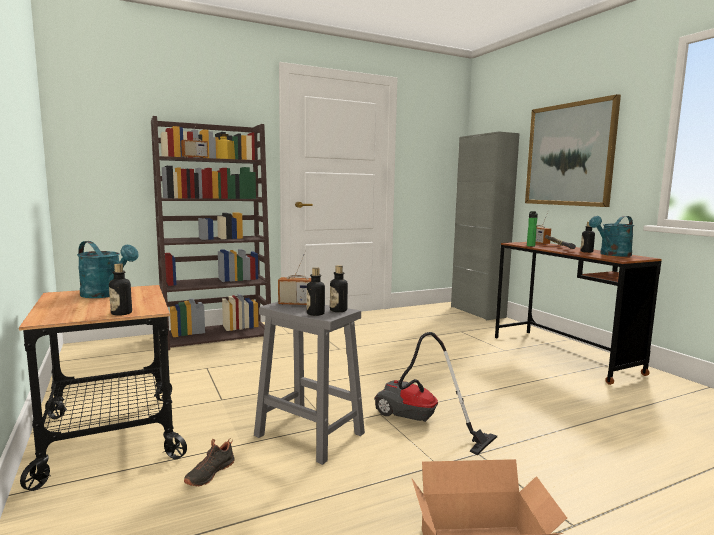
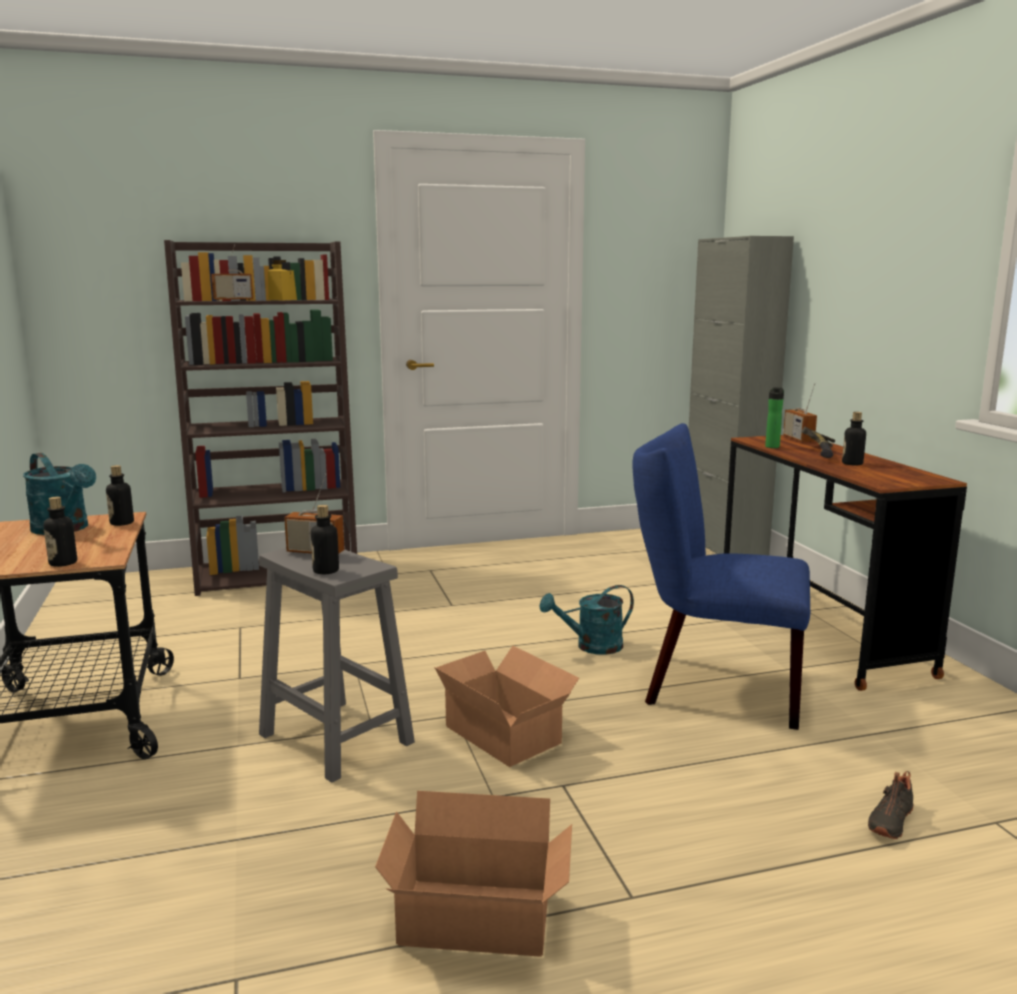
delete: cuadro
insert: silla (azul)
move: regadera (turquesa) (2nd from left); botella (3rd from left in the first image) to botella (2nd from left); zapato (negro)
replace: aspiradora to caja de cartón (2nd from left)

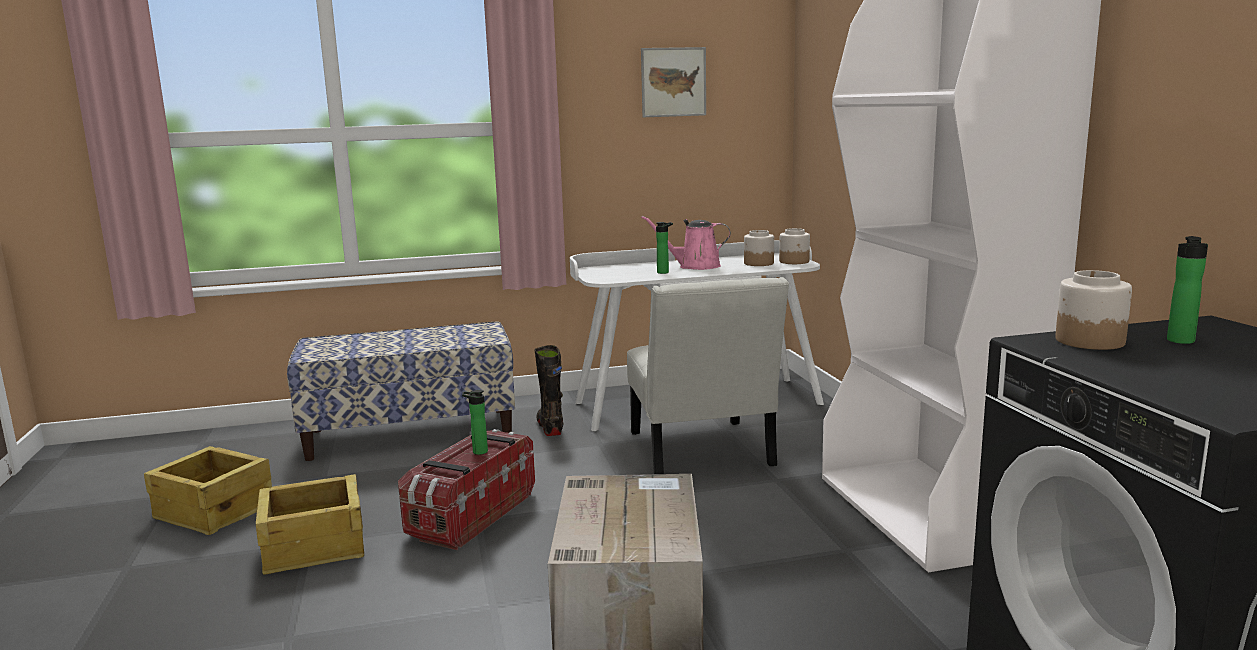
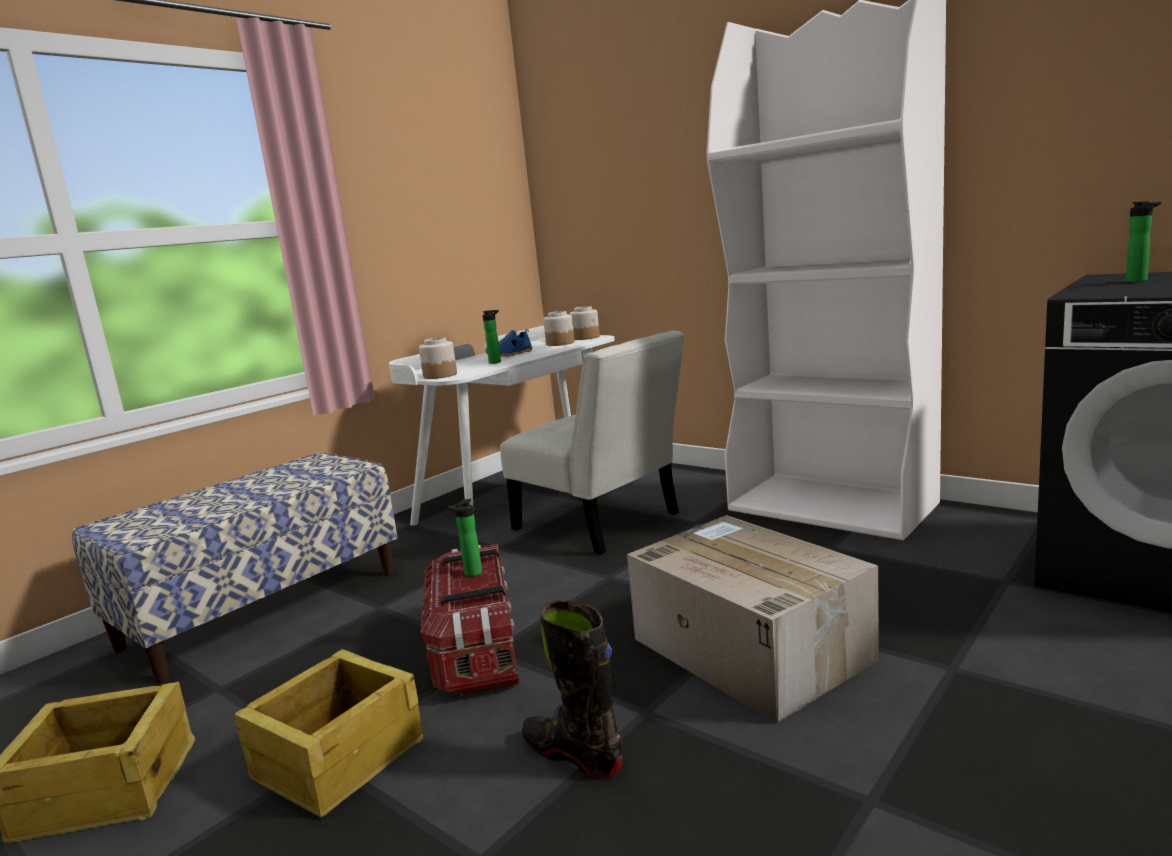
delete: cuadro
move: tarro (3rd from left in the first image) to tarro (1st from left); bota (negro)
replace: regadera (rosa) to zapato (azul)

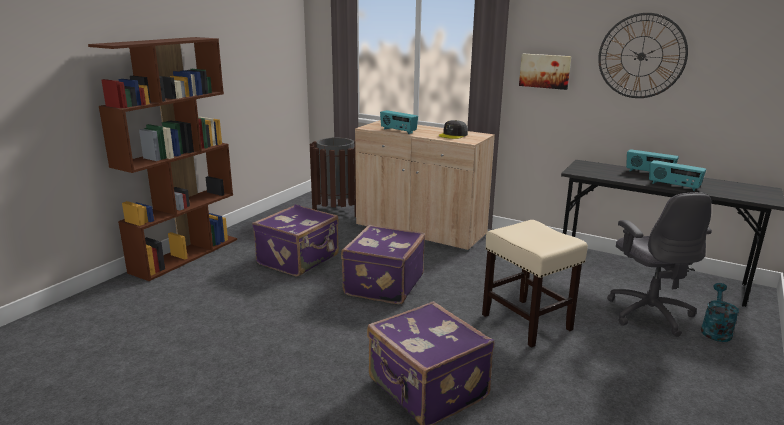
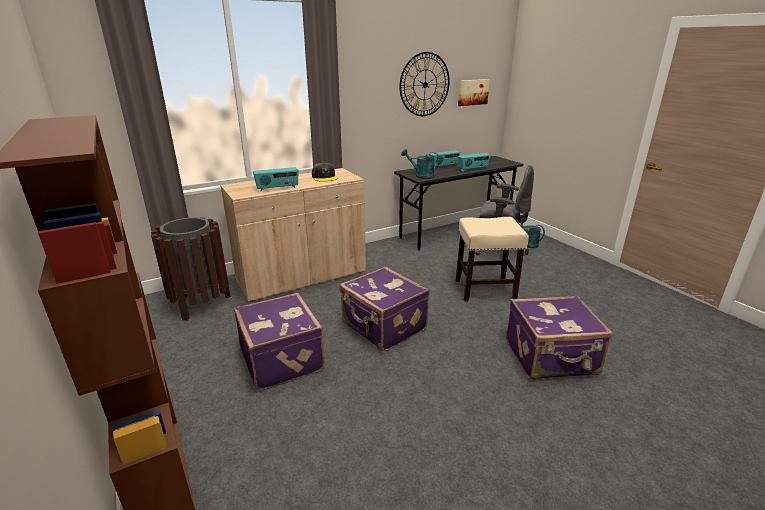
insert: regadera (turquesa) (1st from left)
move: cuadro

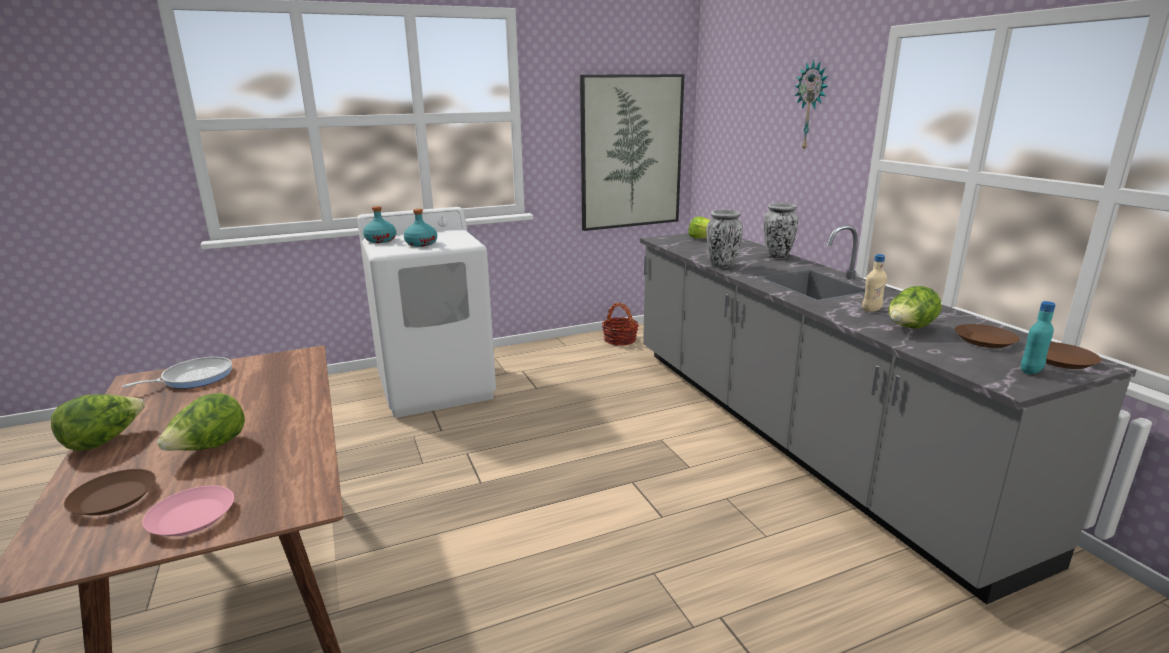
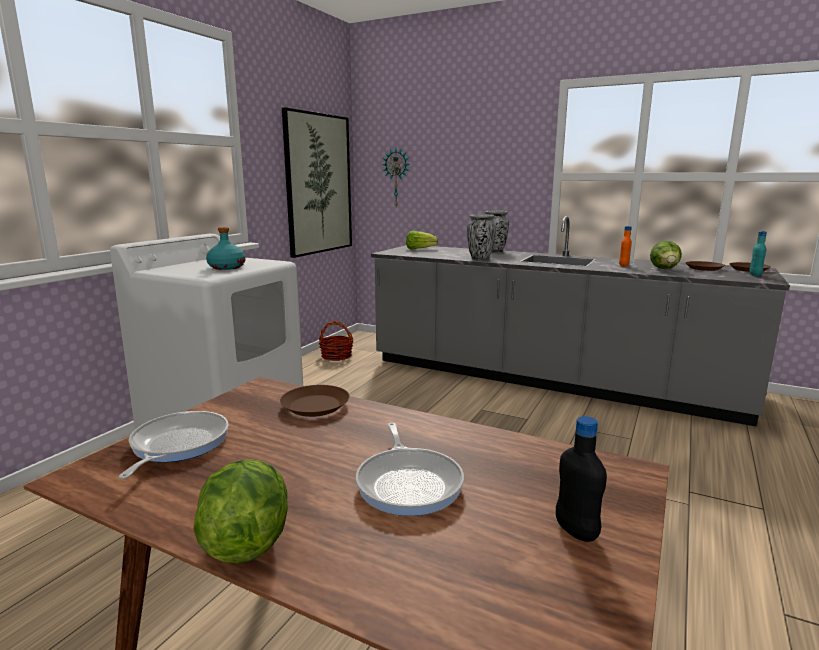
delete: botella (turquesa) (1st from left)
move: reloj de pared; plato (marrón) (1st from left)
replace: lechuga (2nd from left) to sartén (2nd from left); plato (rosa) to botella (negro)
recolor: botella (beis) to botella (naranja)

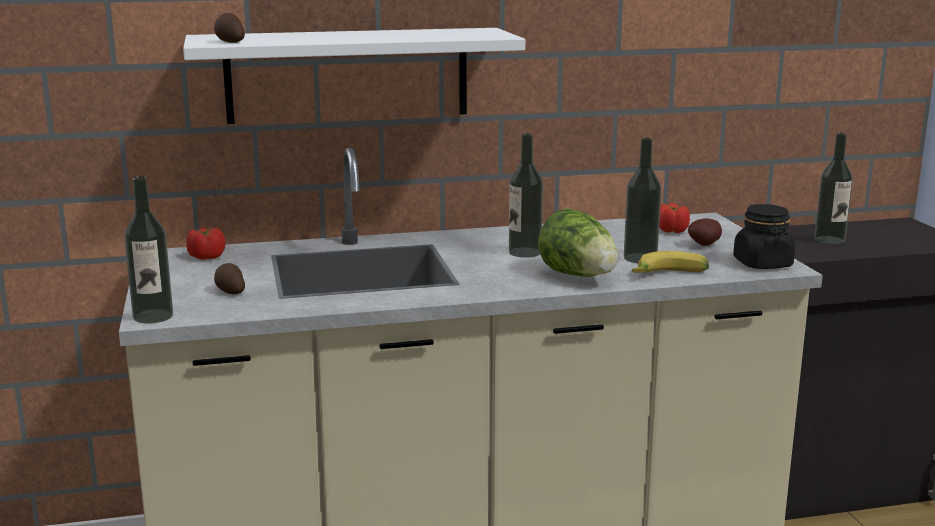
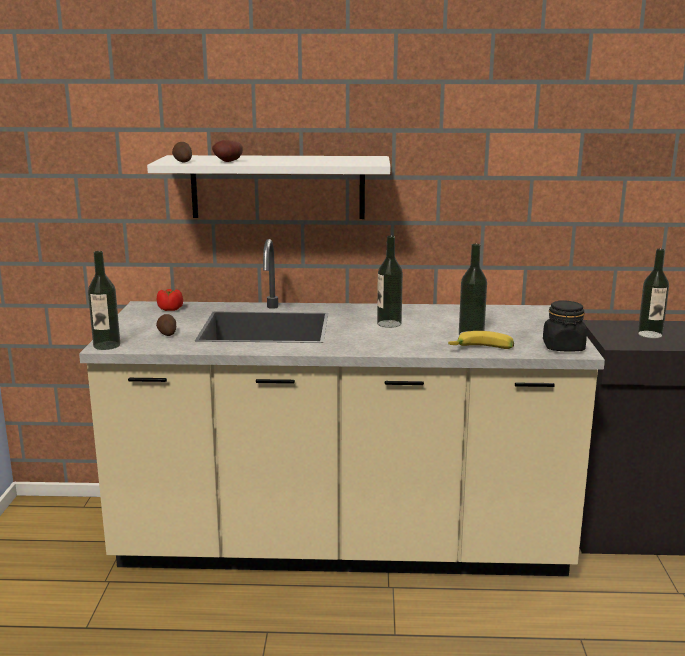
delete: tomate (2nd from left); lechuga
move: patata (3rd from left)

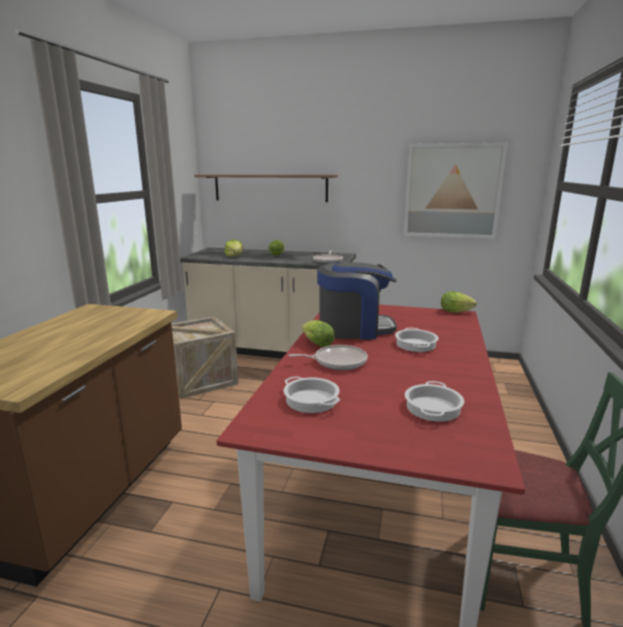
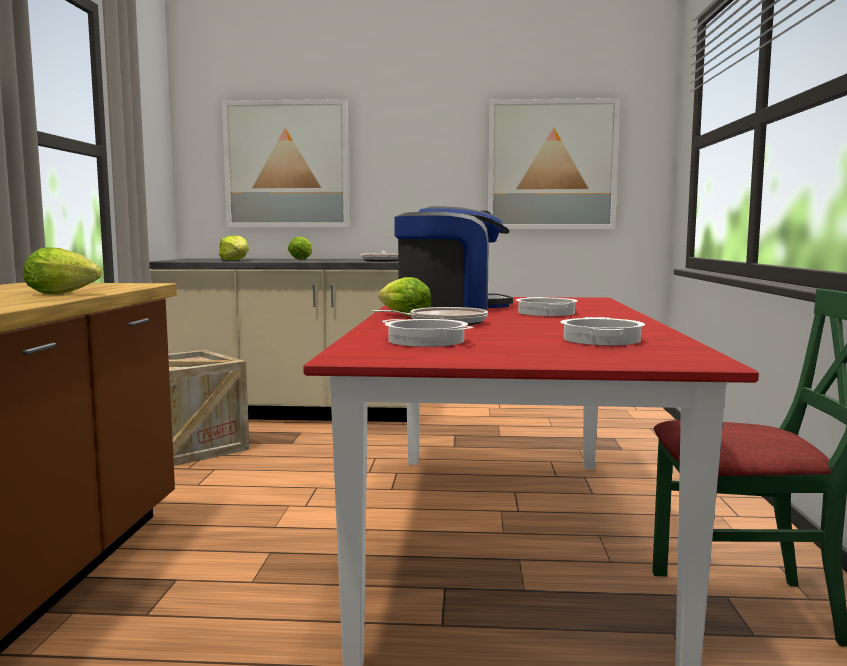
move: lechuga (4th from left in the first image) to lechuga (1st from left)
replace: estante to cuadro (1st from left)

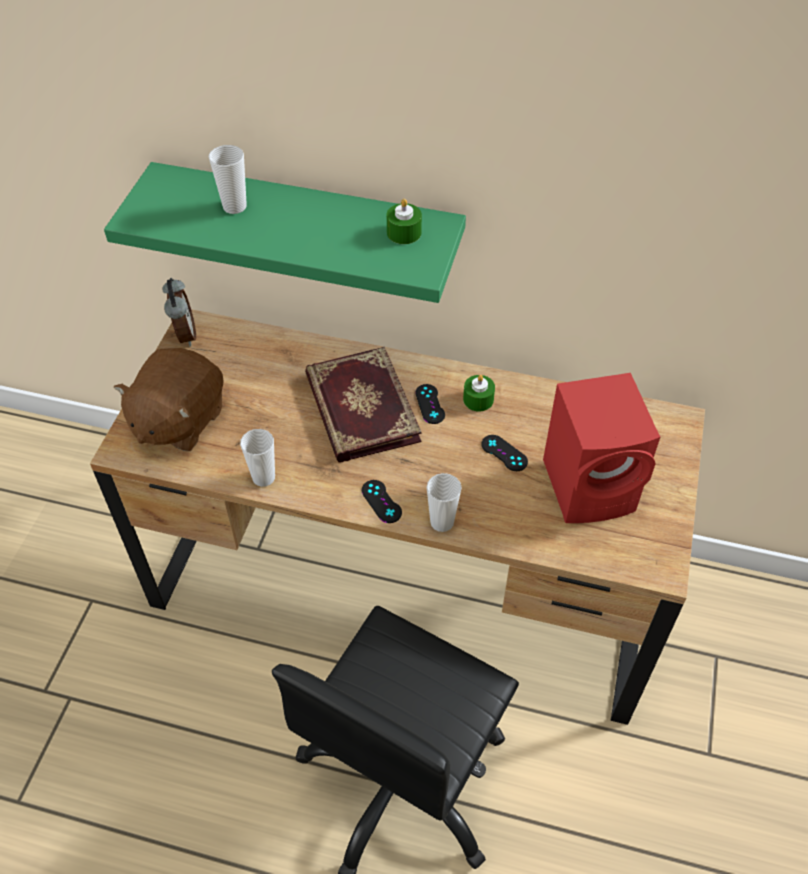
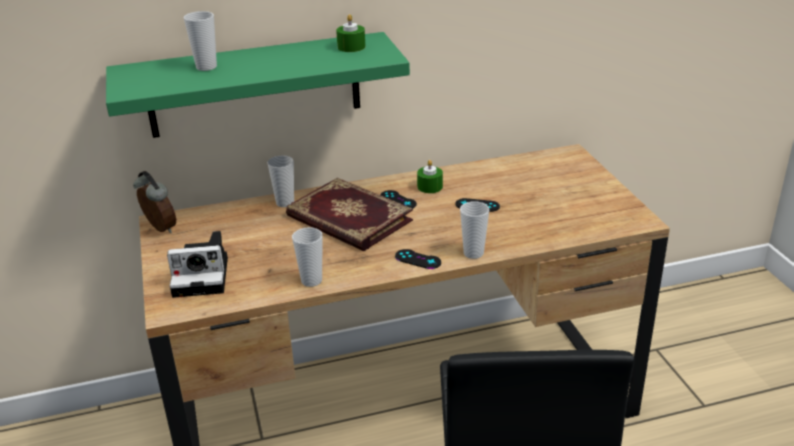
delete: altavoz (rojo)
insert: taza (2nd from left)
replace: peluche (marrón) to cámara

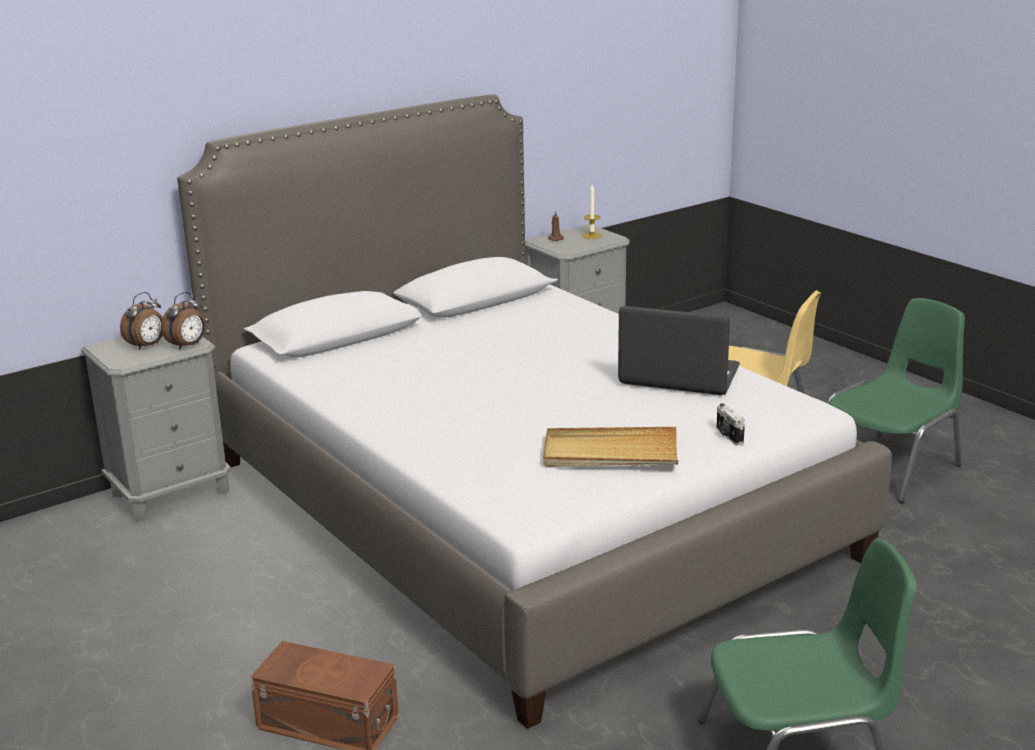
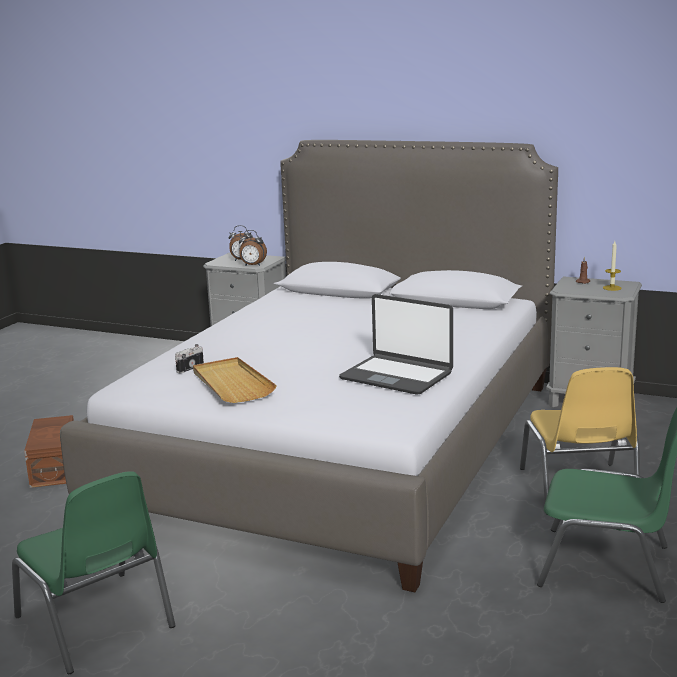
move: cámara
rotate: portátil 135 degrees clockwise

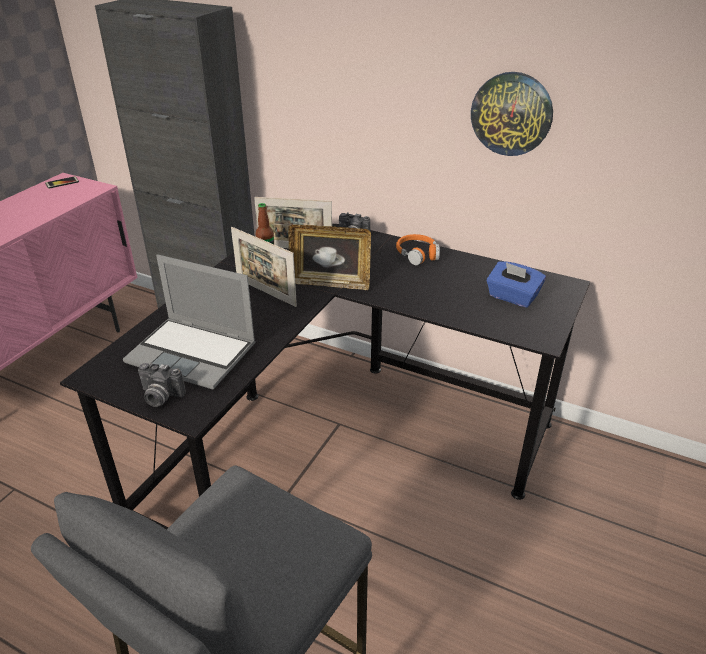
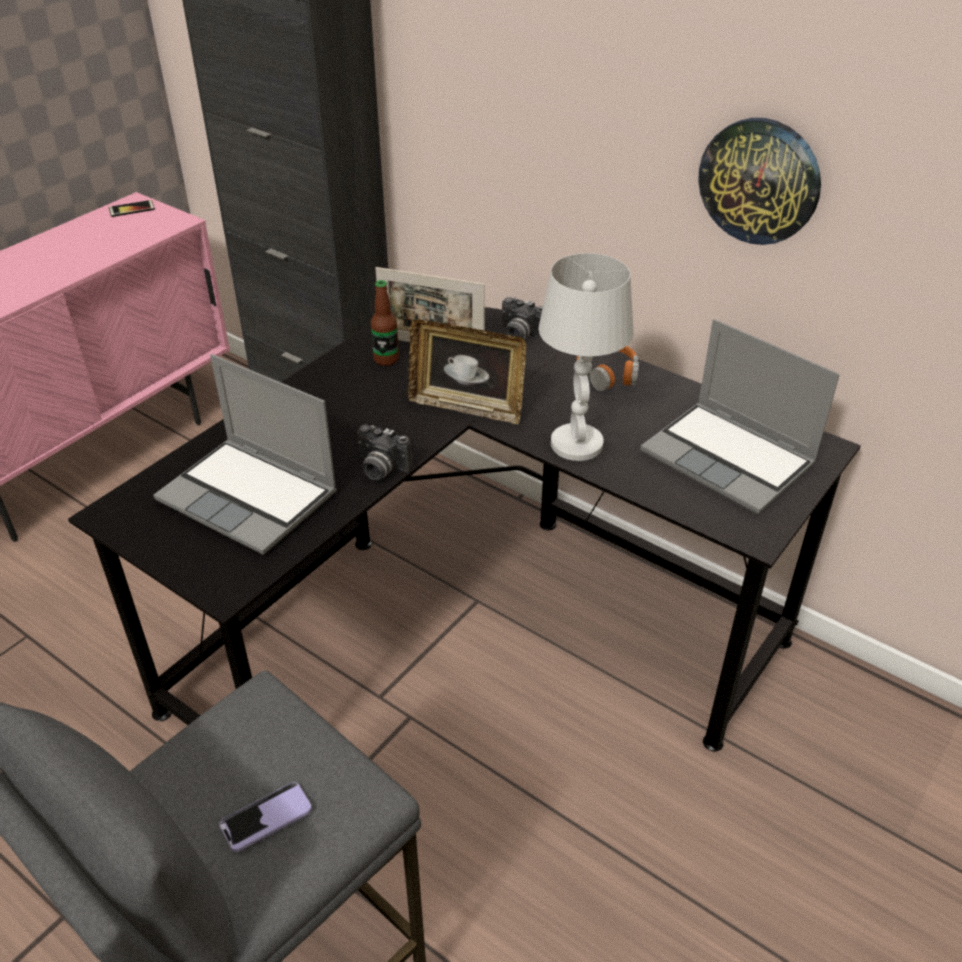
delete: portarretratos (1st from left)
insert: lámpara de mesa (blanco); móvil (2nd from left)
move: cámara (1st from left)
replace: caja de pañuelos (azul) to portátil (2nd from left)

